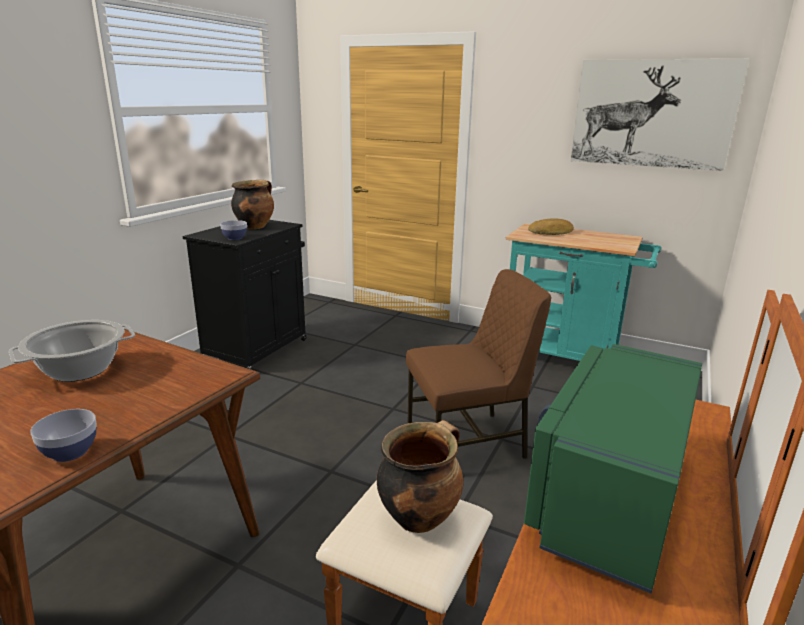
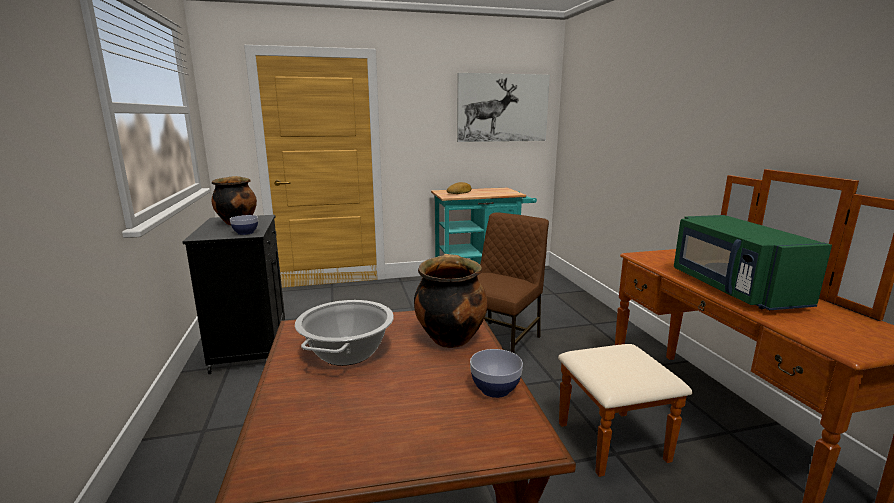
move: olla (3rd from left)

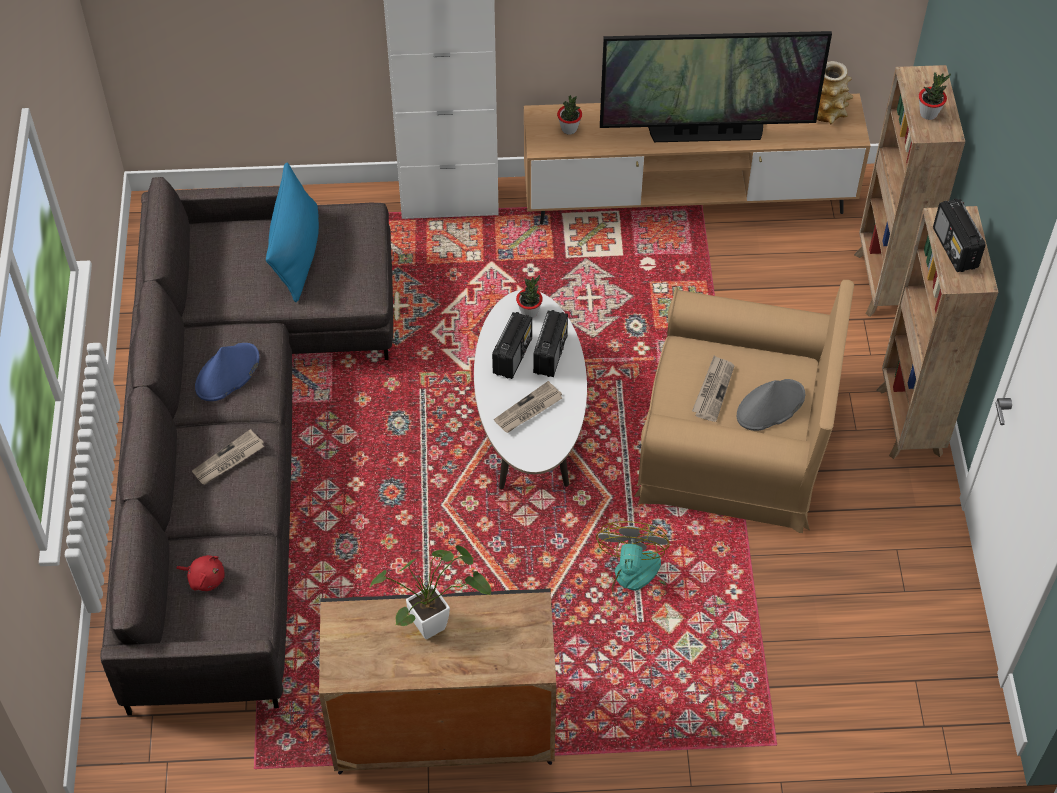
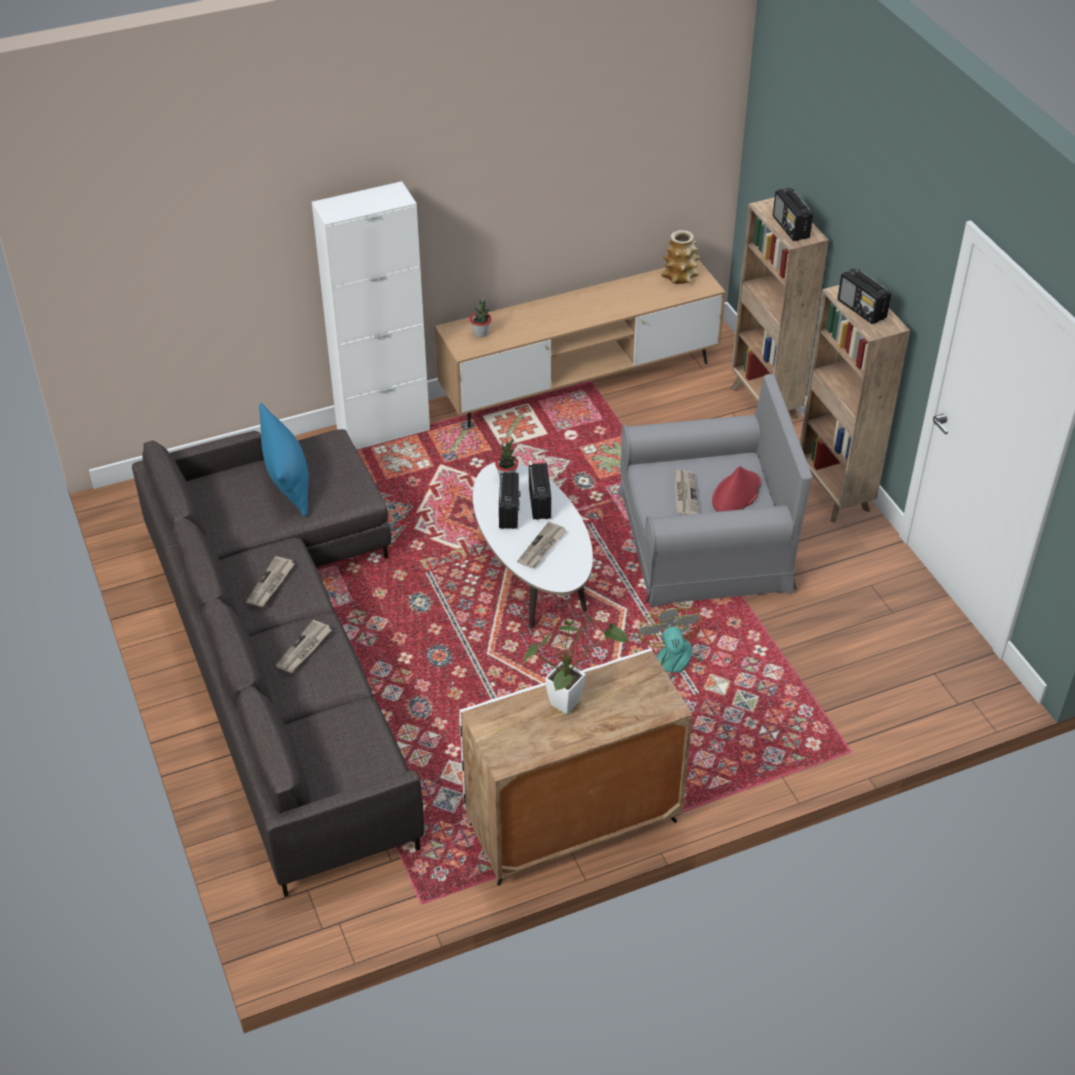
delete: televisor; peluche (rojo)
replace: planta en maceta (4th from left) to radio (3rd from left); sombrero (azul) to periódico (1st from left)
recolor: sillón (marrón) to sillón (gris); sombrero (gris) to sombrero (rojo); armario (negro) to armario (blanco) (2nd from left)

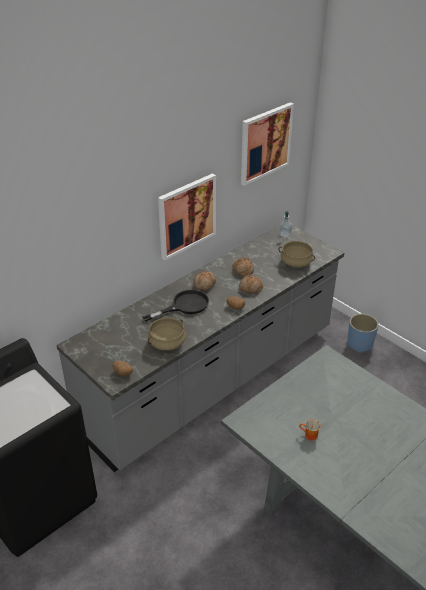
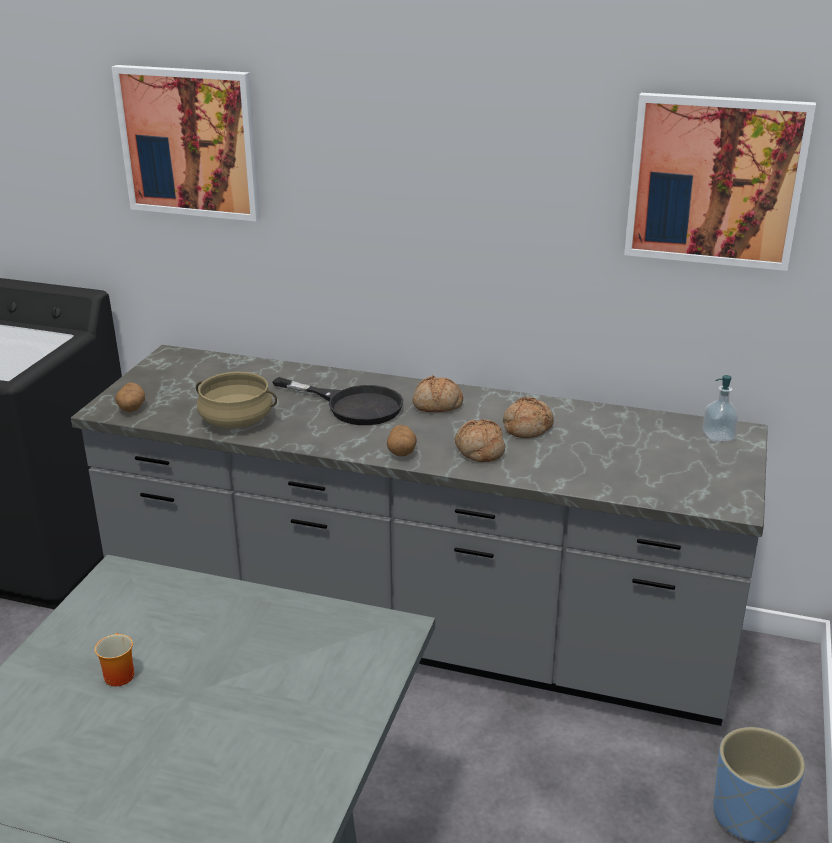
delete: olla (beis) (2nd from left)
move: cuadro (1st from left)

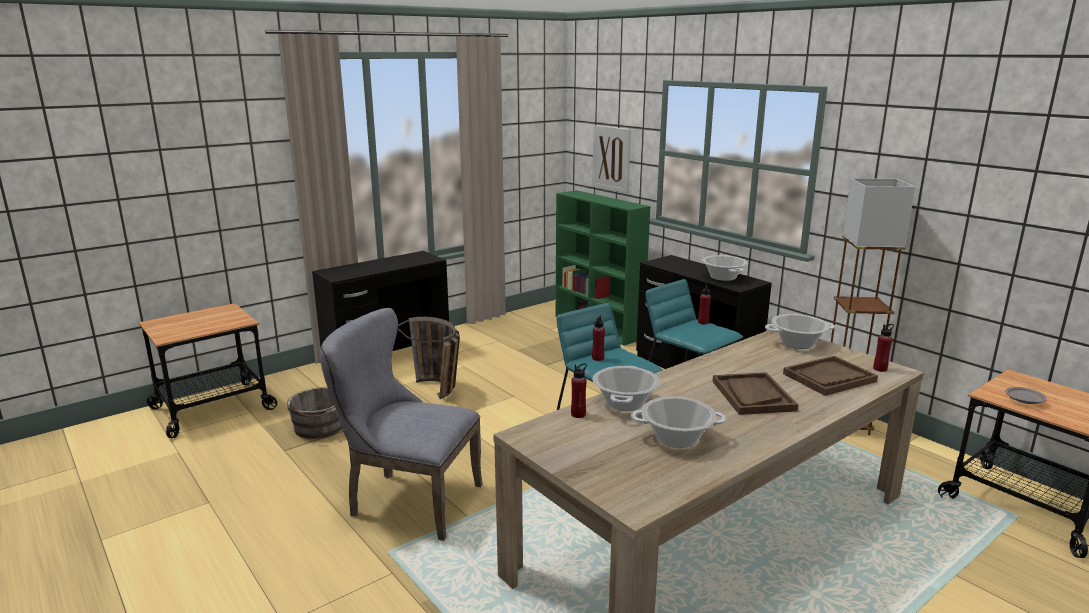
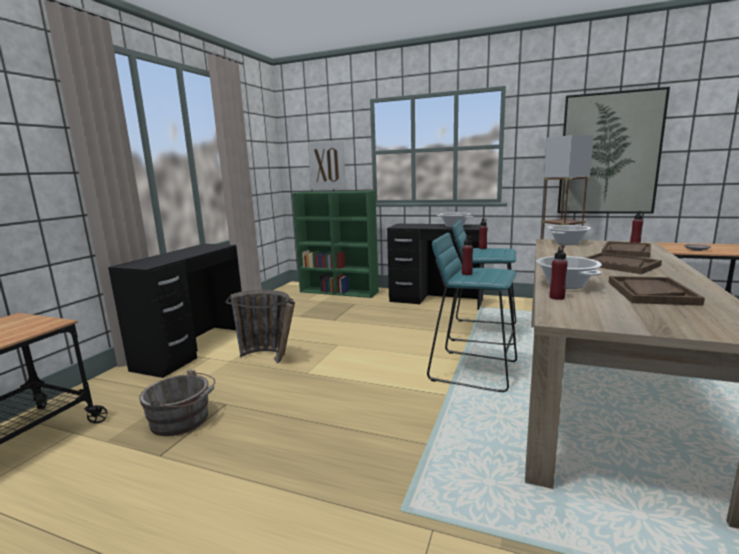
delete: silla (gris)
insert: cuadro (2nd from left)
replace: olla (2nd from left) to bandeja (marrón) (3rd from left)

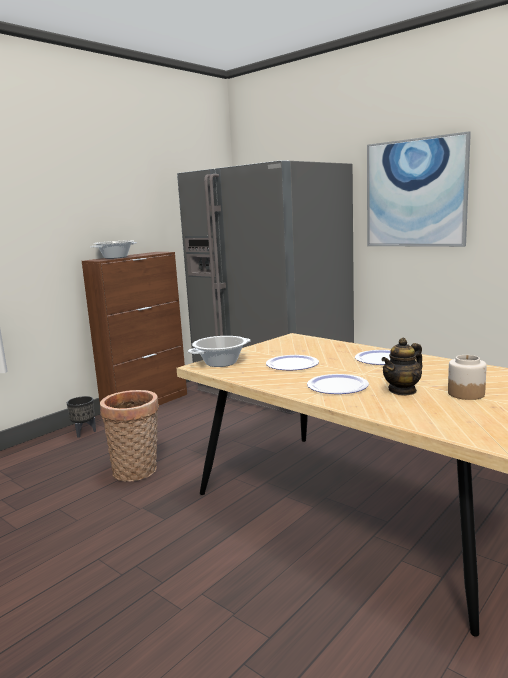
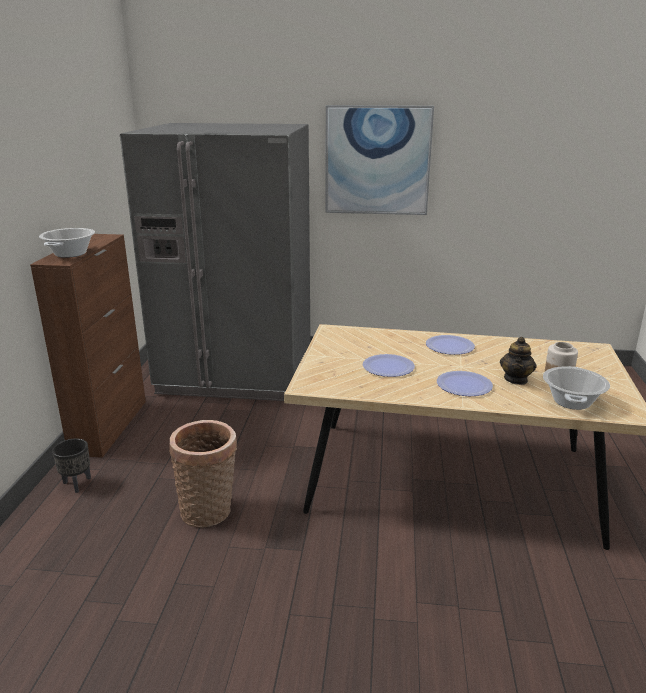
move: olla (2nd from left)

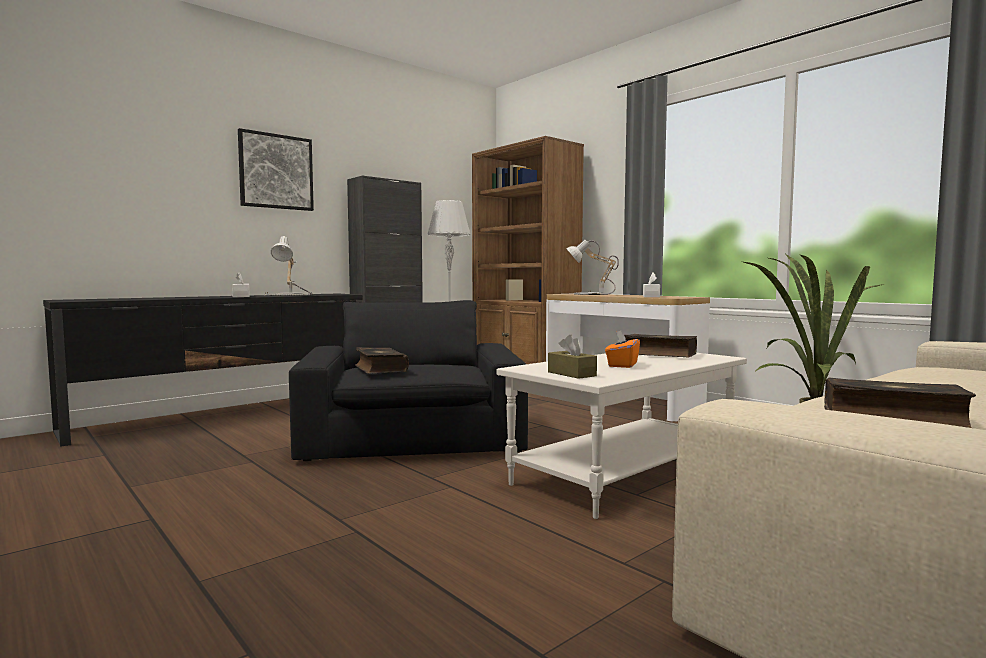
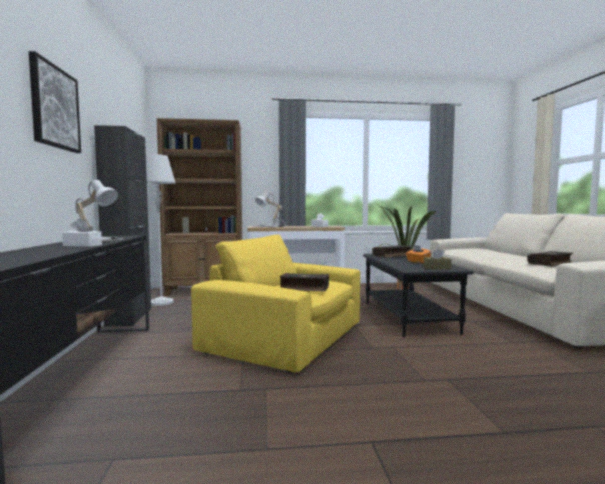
recolor: sillón (negro) to sillón (amarillo); mesa de centro (blanco) to mesa de centro (negro)

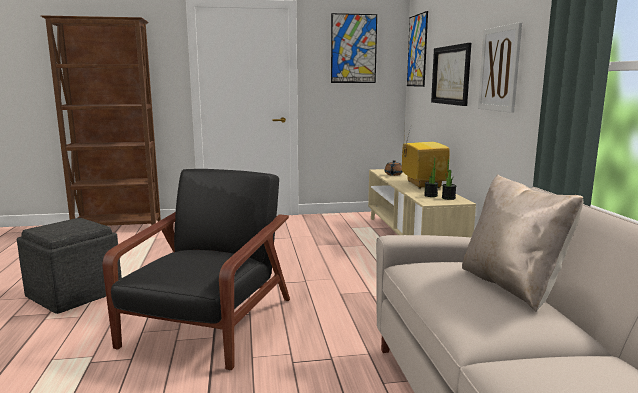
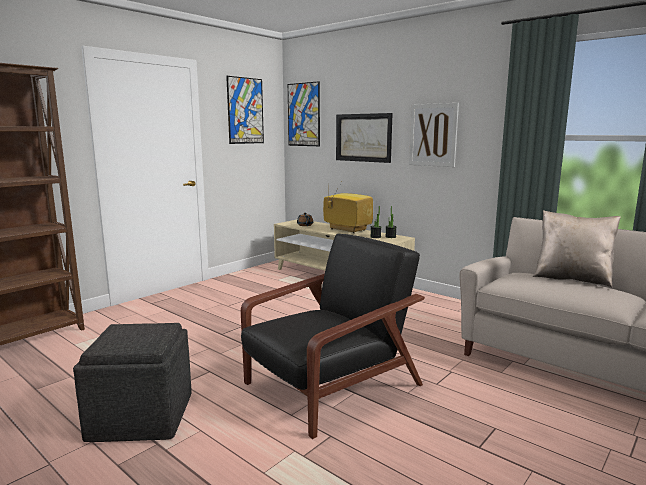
rotate: sillón (negro) 75 degrees clockwise

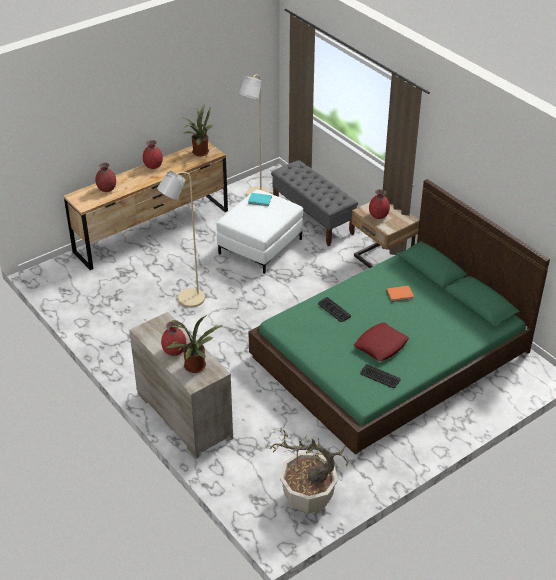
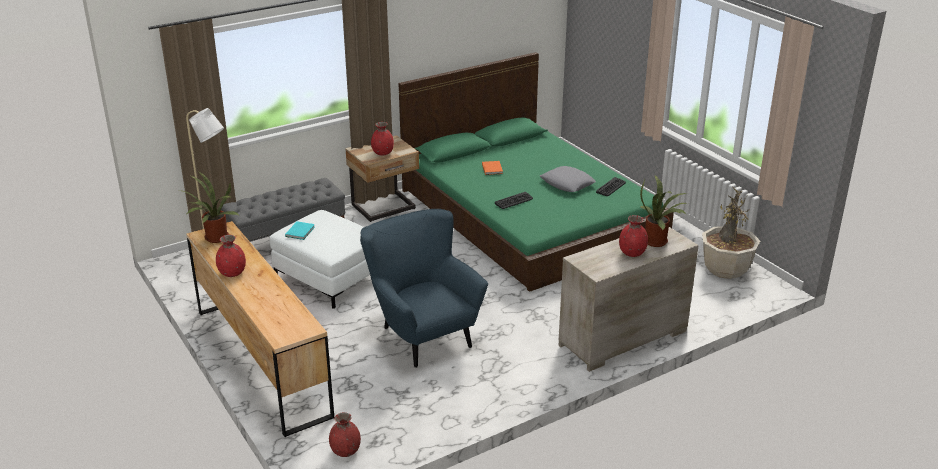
move: florero (rojo) (1st from left in the first image) to florero (rojo) (2nd from left)
replace: lámpara de pie (beis) (1st from left) to sillón (azul)
recolor: cojín (rojo) to cojín (gris)

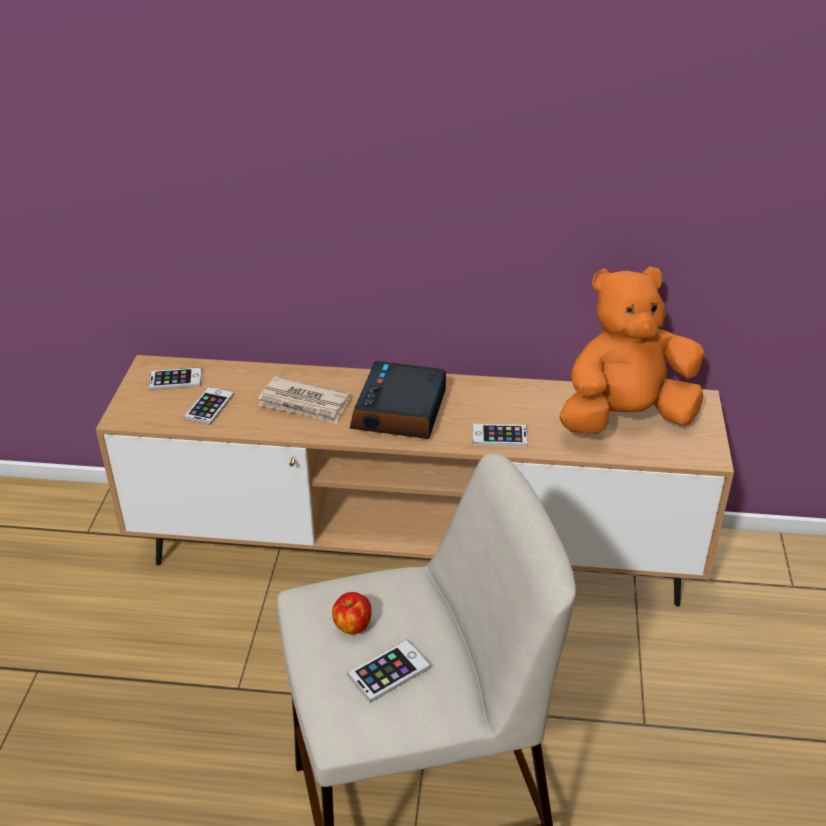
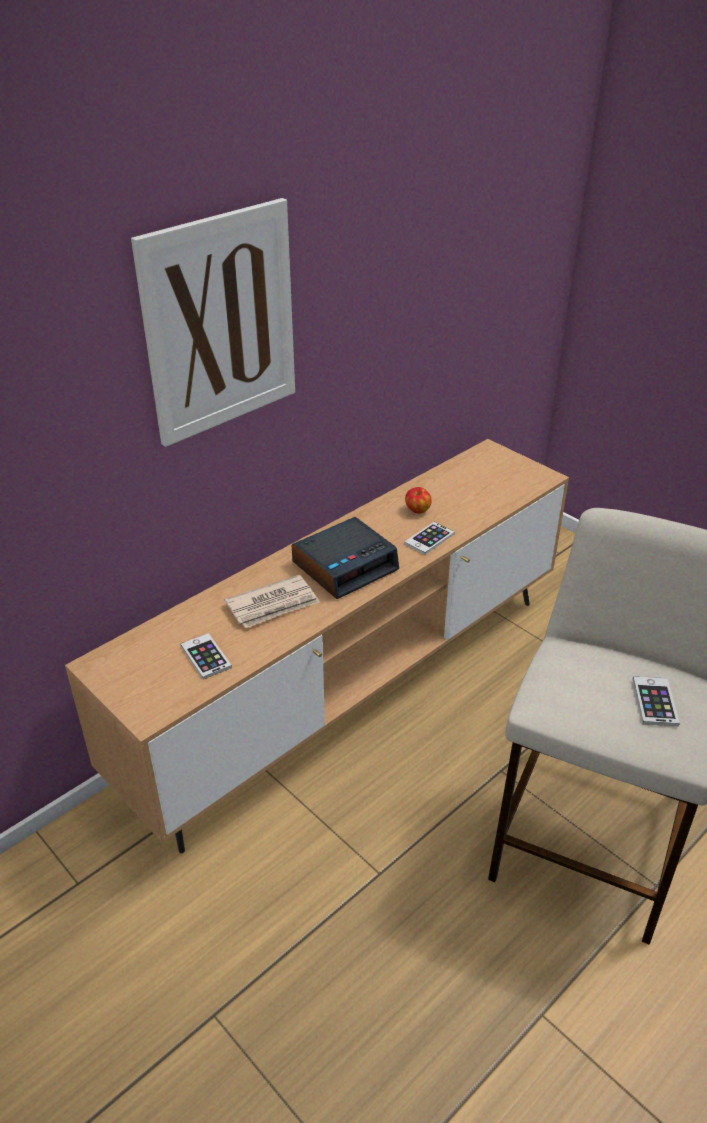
delete: peluche (naranja); móvil (1st from left)
insert: cuadro
move: manzana
rotate: despertador 90 degrees counterclockwise

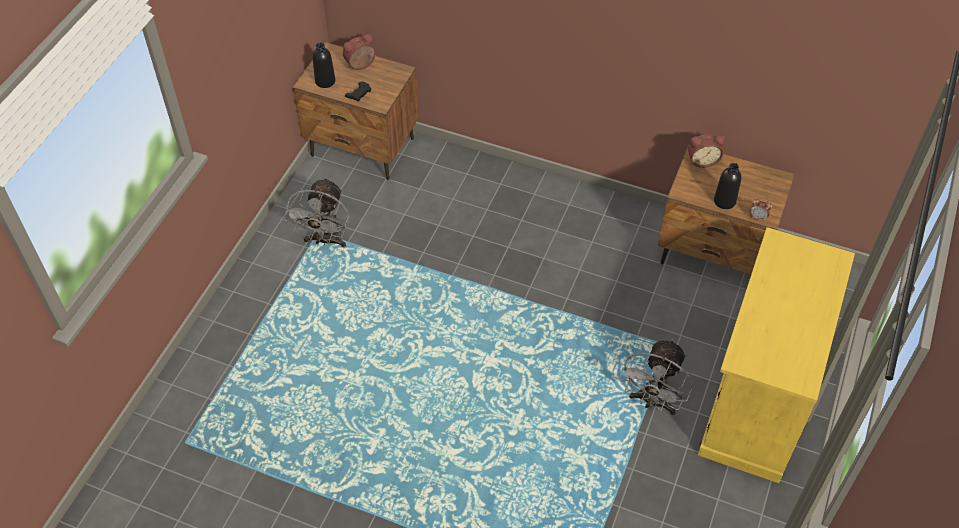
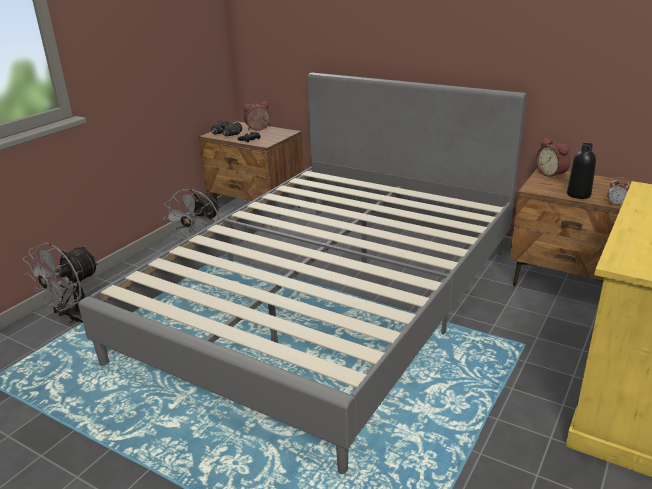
insert: cama (gris)
move: ventilador (gris) (2nd from left in the first image) to ventilador (gris) (1st from left)
replace: botella (negro) (1st from left) to prismáticos (negro)
rotate: despertador (2nd from left) 60 degrees clockwise

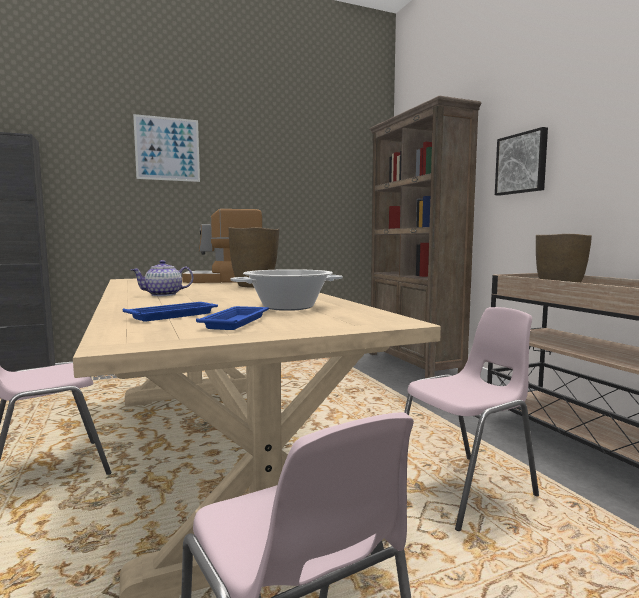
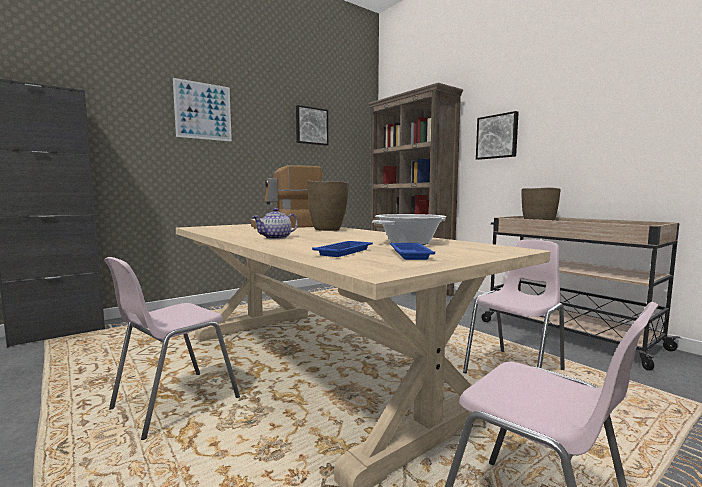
insert: cuadro (2nd from left)

